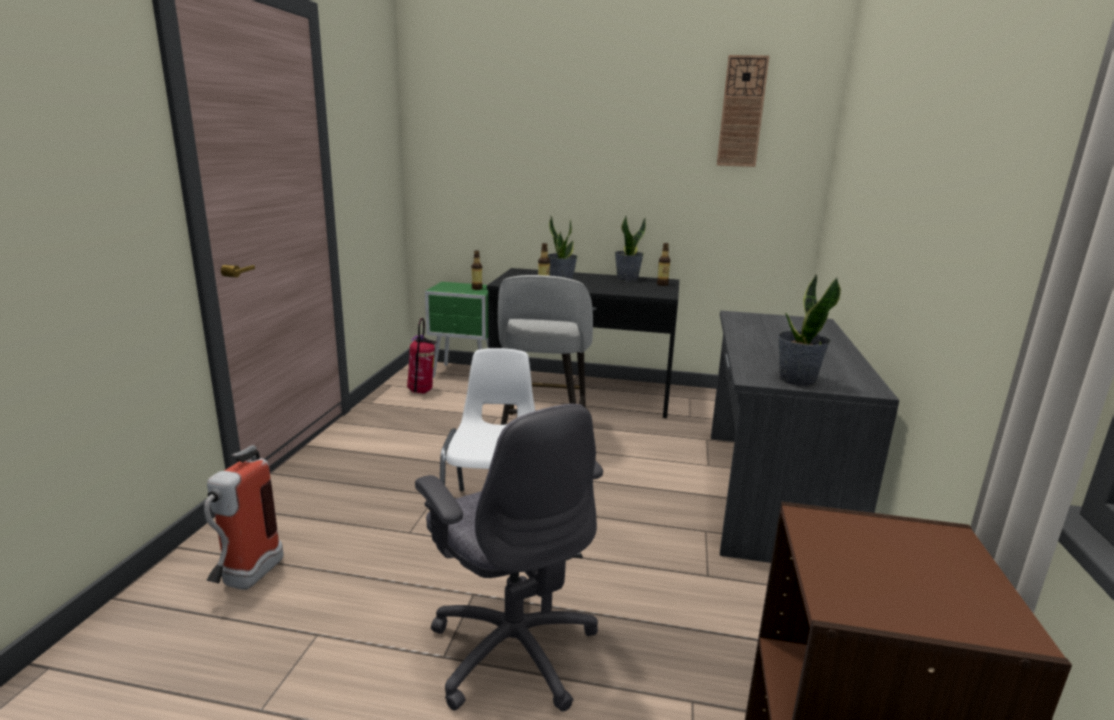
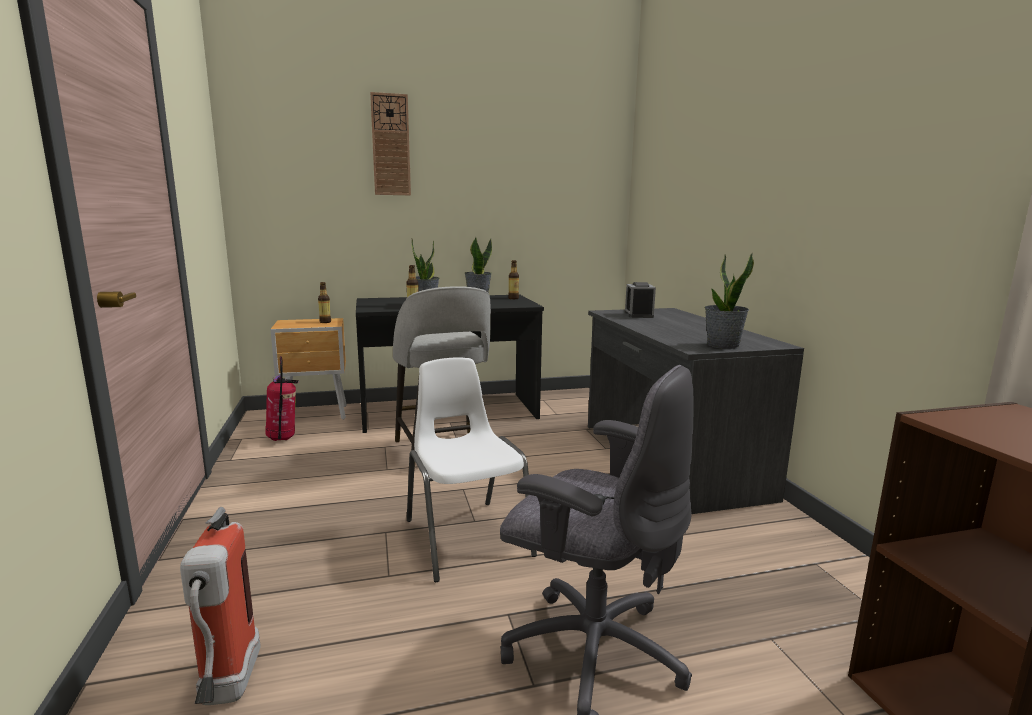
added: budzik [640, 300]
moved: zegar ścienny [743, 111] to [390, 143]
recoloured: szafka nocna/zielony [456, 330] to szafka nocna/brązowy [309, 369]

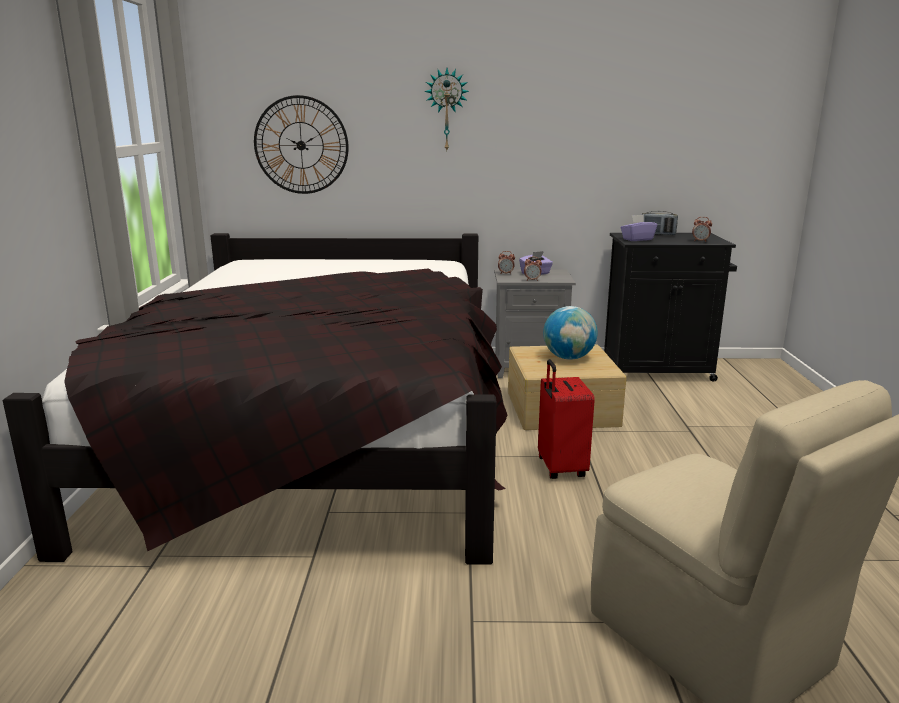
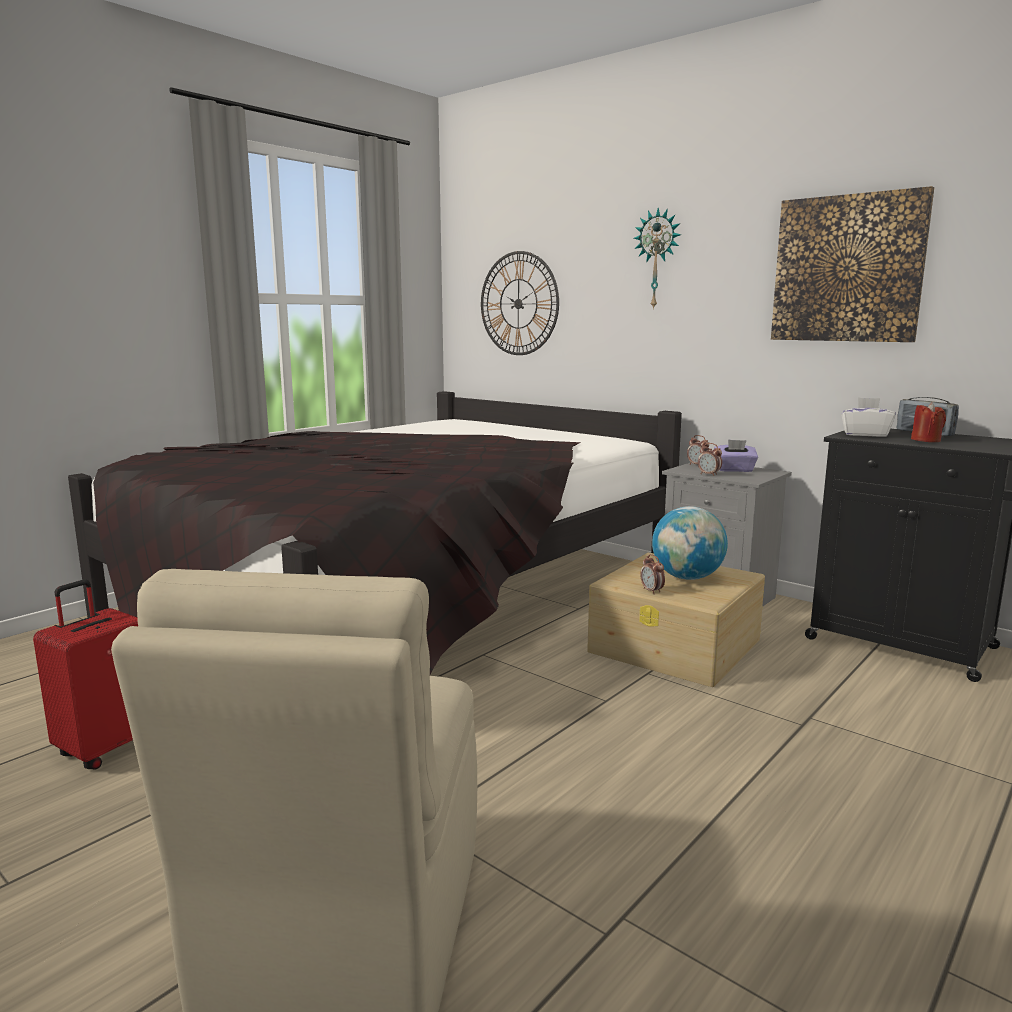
added: obraz [852, 264]; świeca/czerwony [928, 422]
moved: walizka/czerwony [566, 419] to [85, 674]; budzik [702, 229] to [652, 574]
recoloured: pudełko chusteczek/fioletowy [639, 227] to pudełko chusteczek/biały [868, 417]

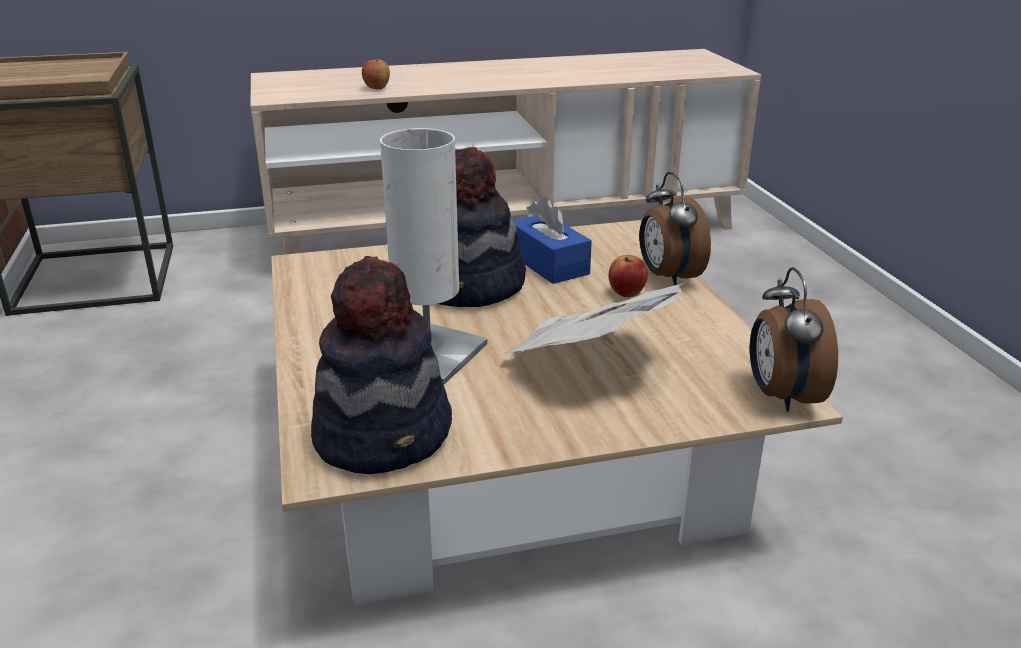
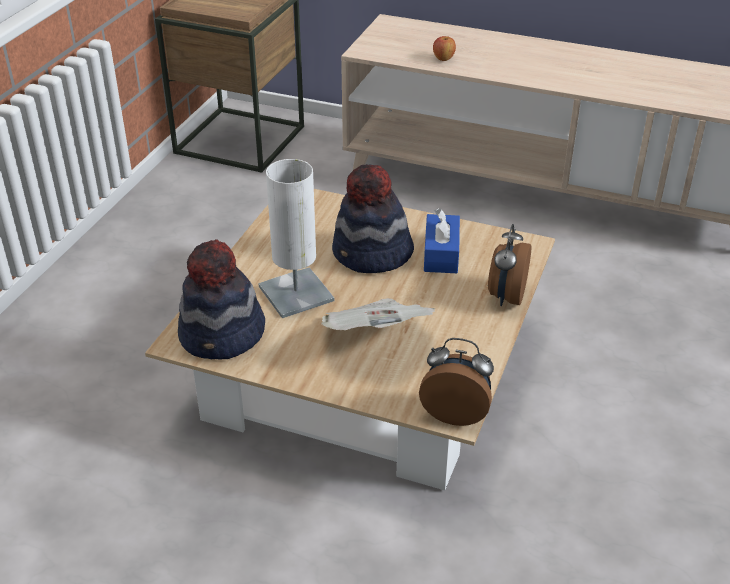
removed: jabłko [628, 276]
turned: budzik [794, 339] = [456, 382] 75 degrees clockwise

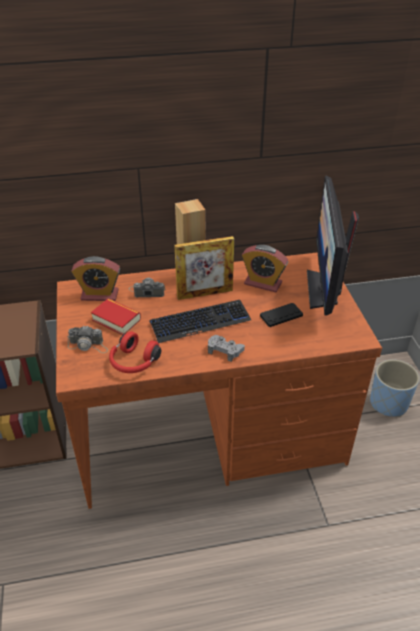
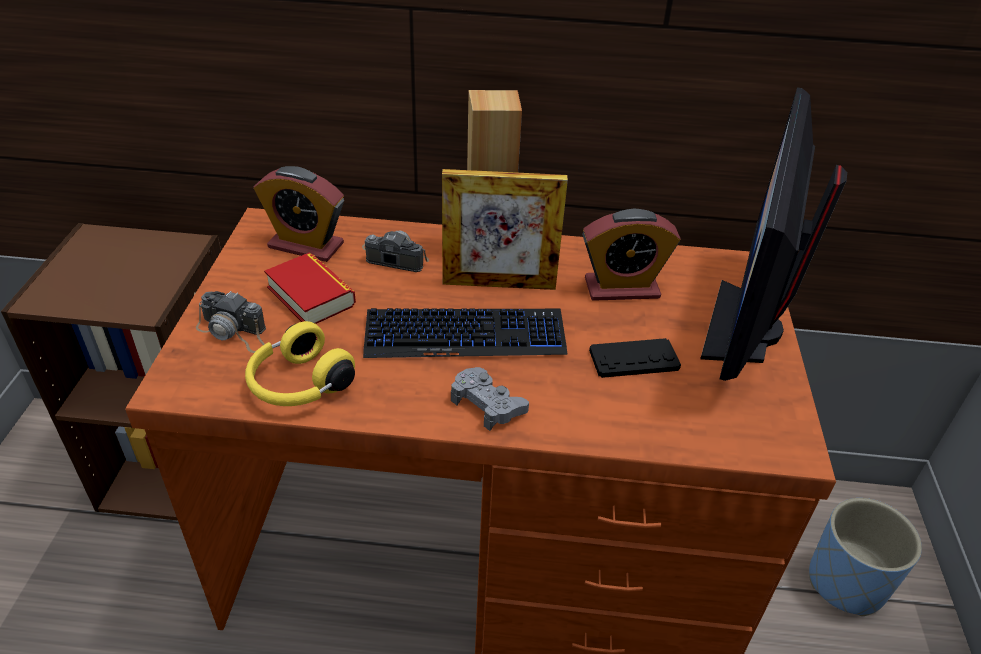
recoloured: słuchawki/czerwony [135, 352] to słuchawki/żółty [300, 363]
turned: budzik [265, 268] = [631, 255] 45 degrees counterclockwise

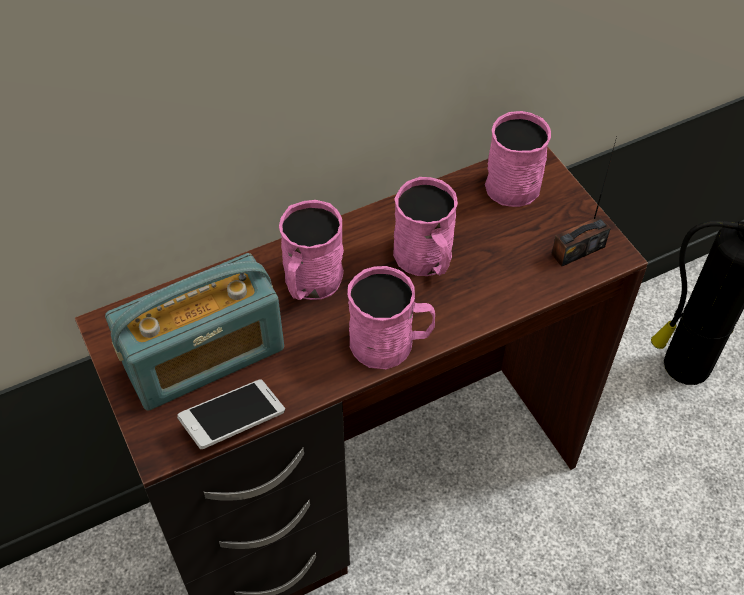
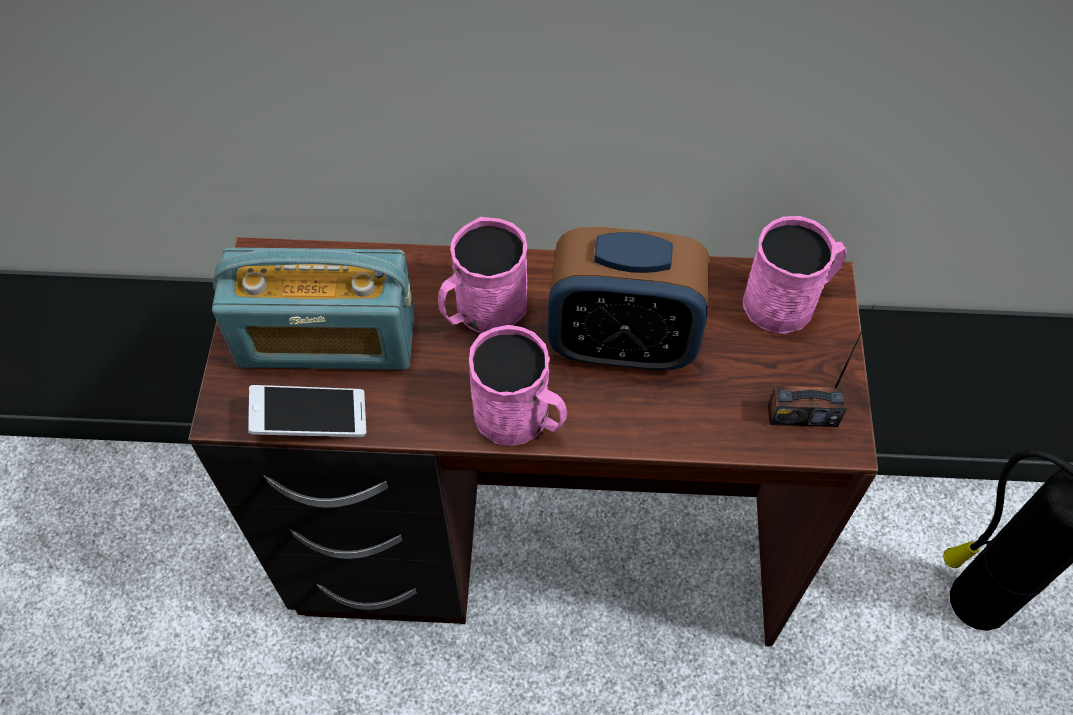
replaced: kubek/różowy [425, 226] to budzik [629, 299]

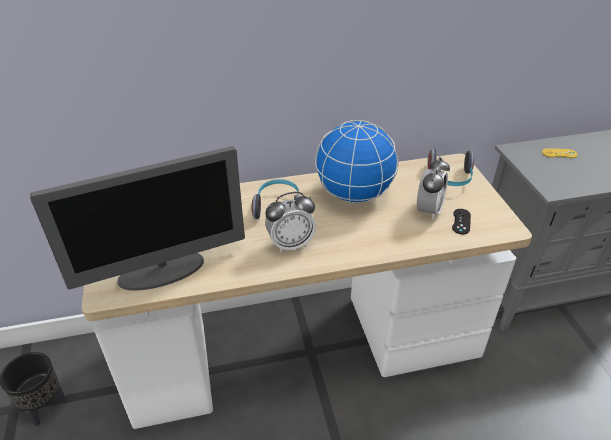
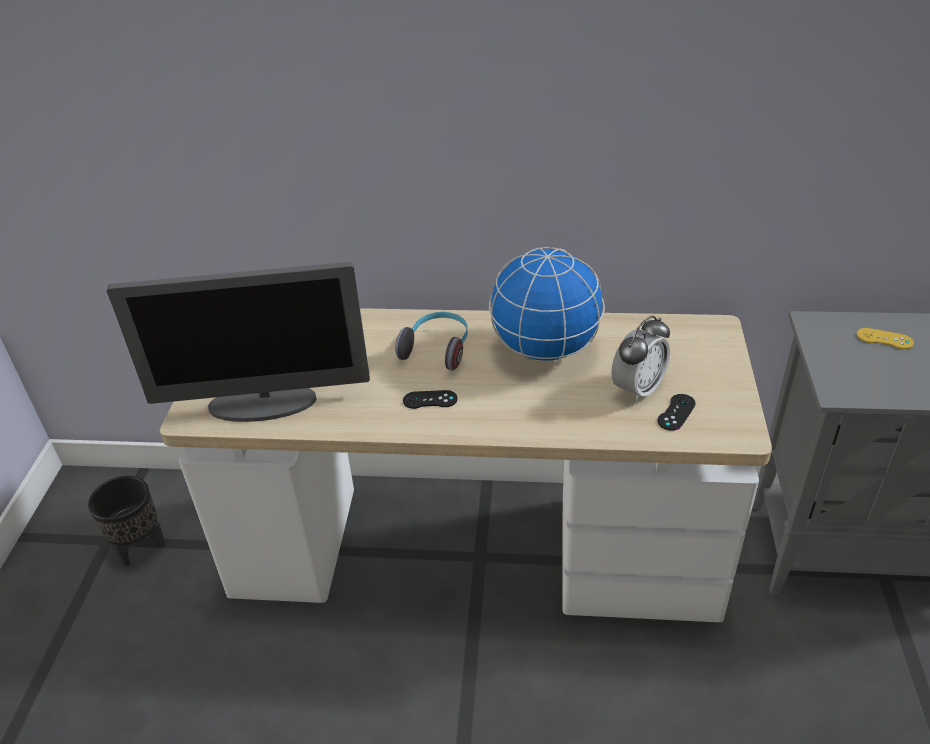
removed: słuchawki [450, 167]
replaced: budzik [290, 222] to pad do gier/czarny [430, 399]

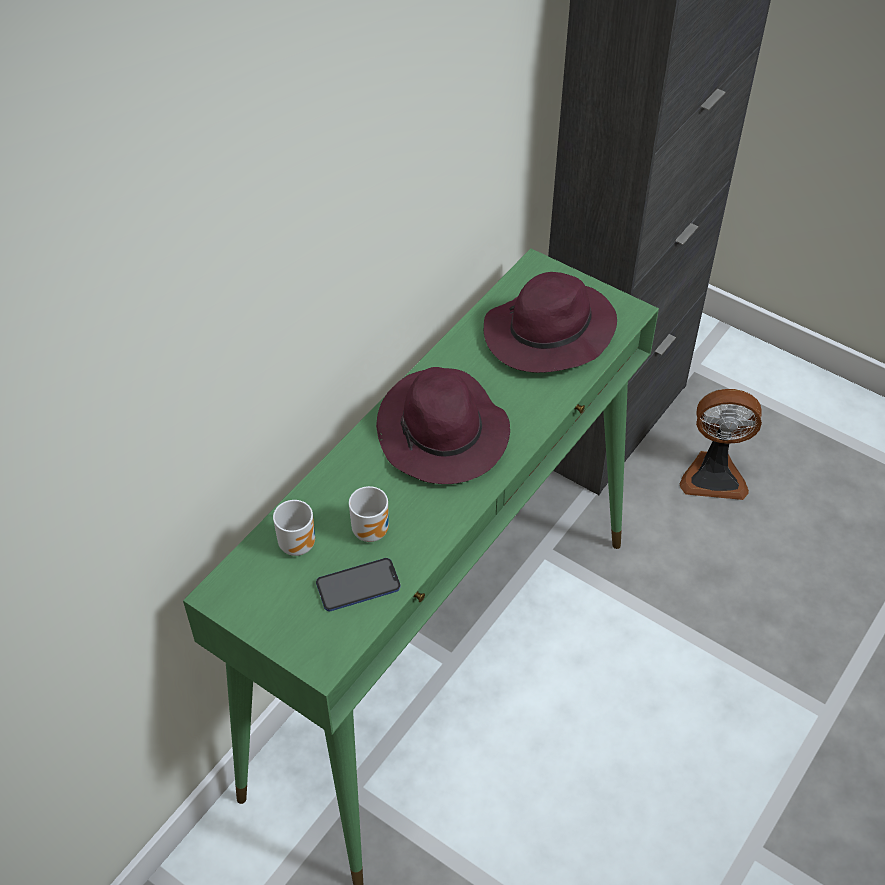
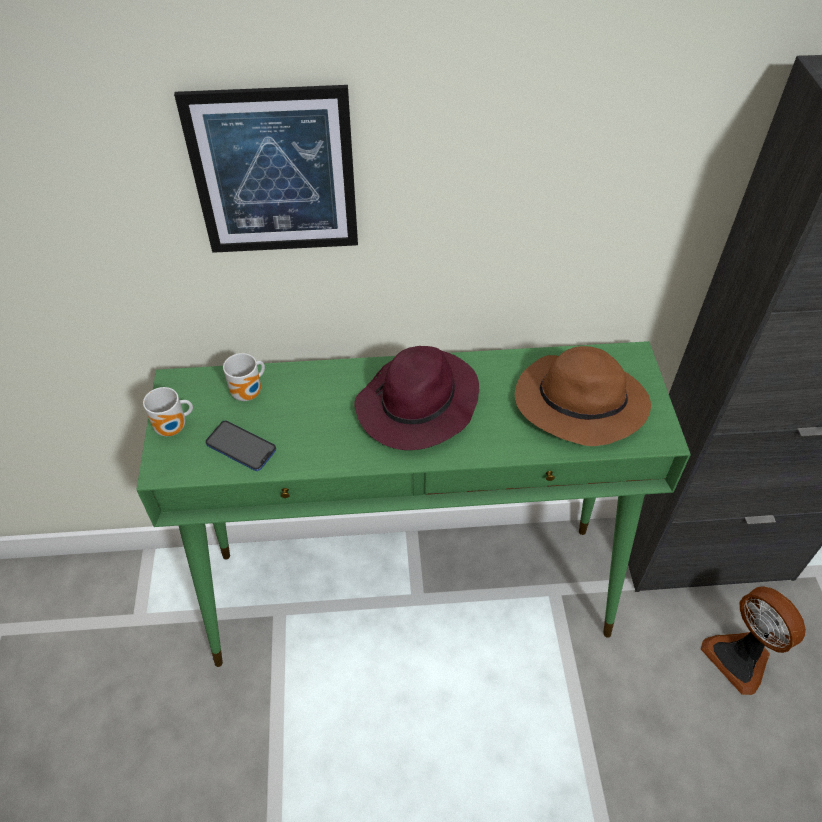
added: obraz [266, 169]
moved: kubek [369, 514] to [168, 411]
recoloured: kapelusz/fioletowy [550, 322] to kapelusz/brązowy [583, 396]

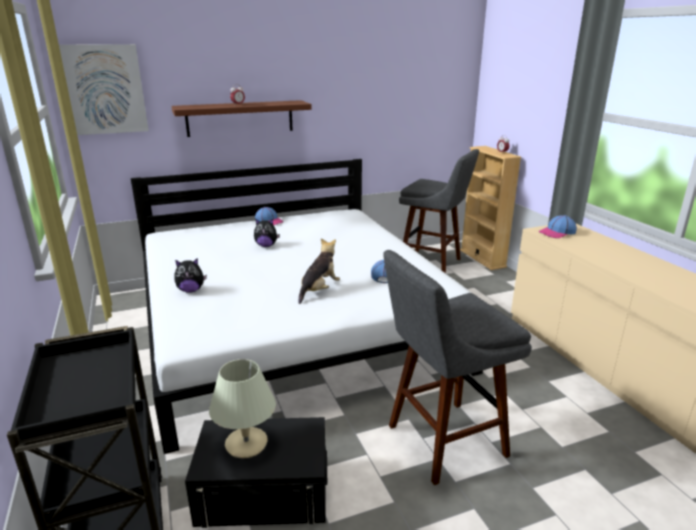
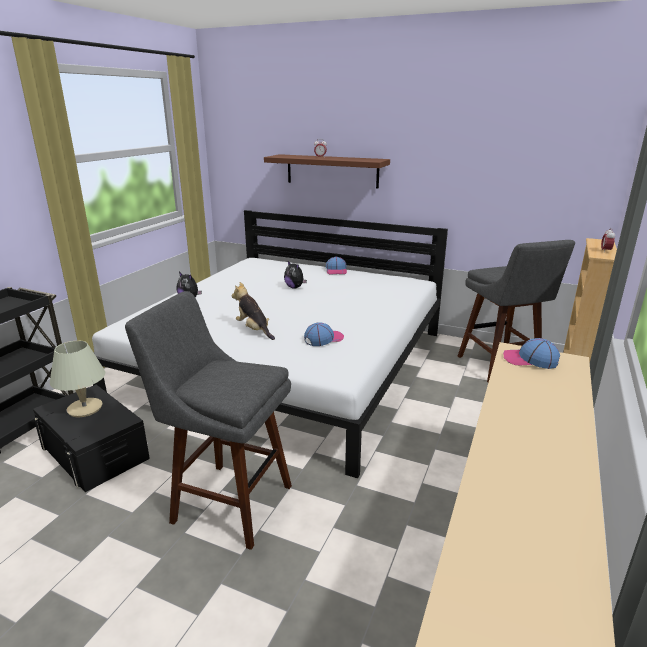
removed: obraz [104, 89]
turned: pluszak [319, 271] = [253, 311] 120 degrees counterclockwise

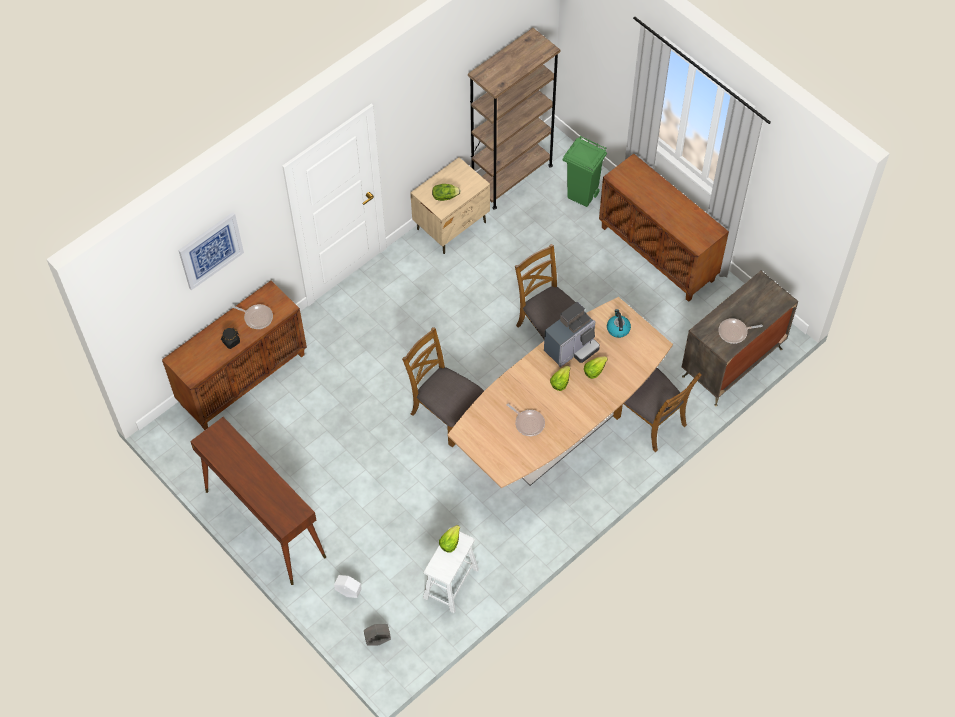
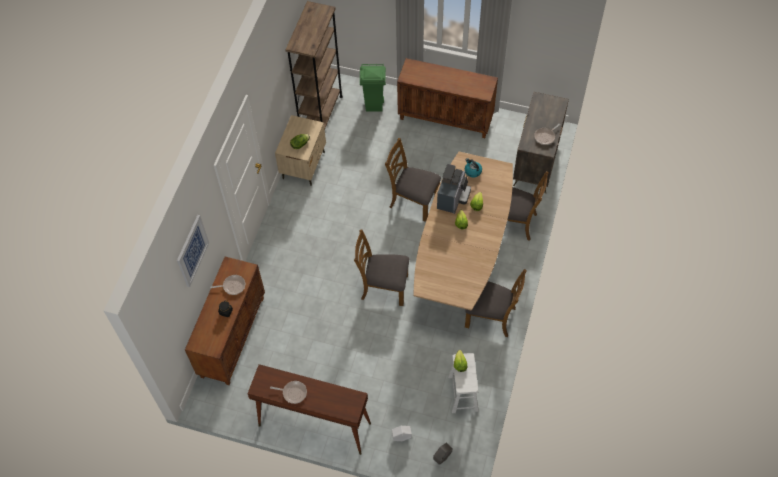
added: krzesło/brązowy [496, 303]
moved: patelnia [526, 420] to [288, 392]

